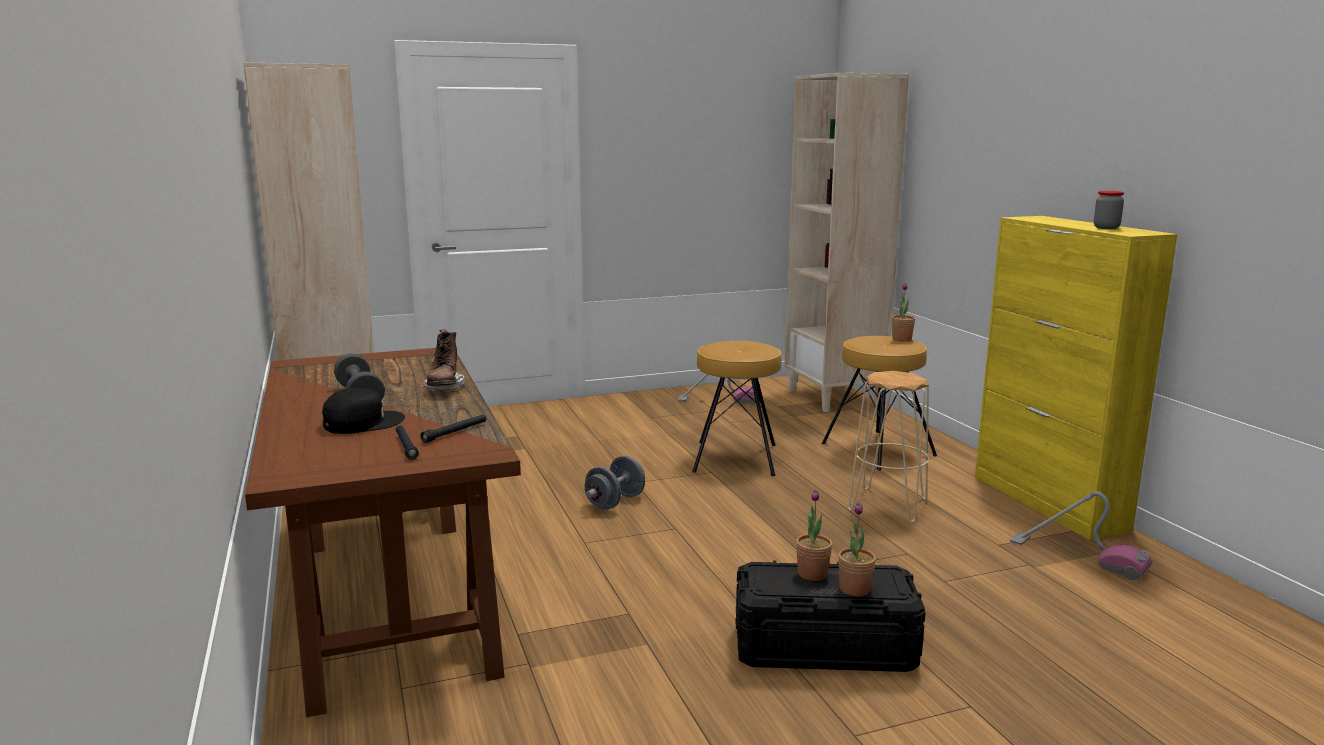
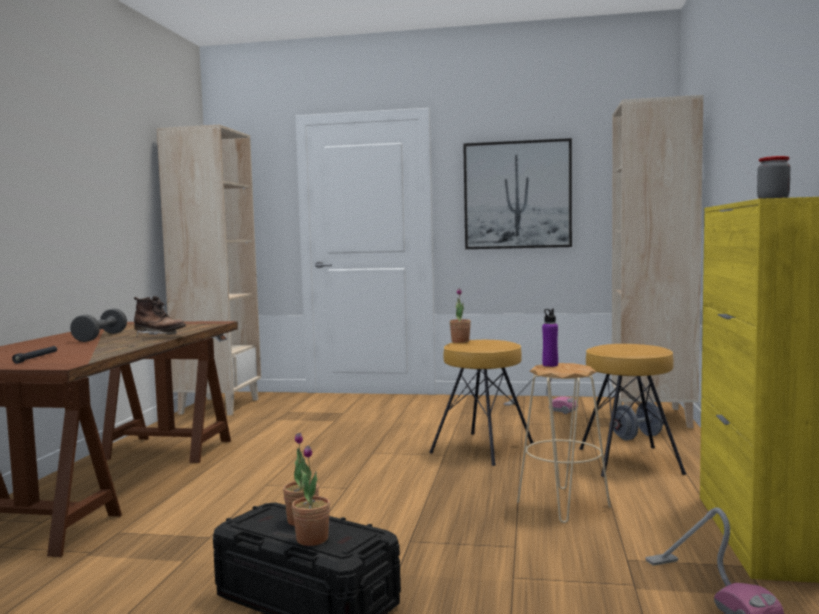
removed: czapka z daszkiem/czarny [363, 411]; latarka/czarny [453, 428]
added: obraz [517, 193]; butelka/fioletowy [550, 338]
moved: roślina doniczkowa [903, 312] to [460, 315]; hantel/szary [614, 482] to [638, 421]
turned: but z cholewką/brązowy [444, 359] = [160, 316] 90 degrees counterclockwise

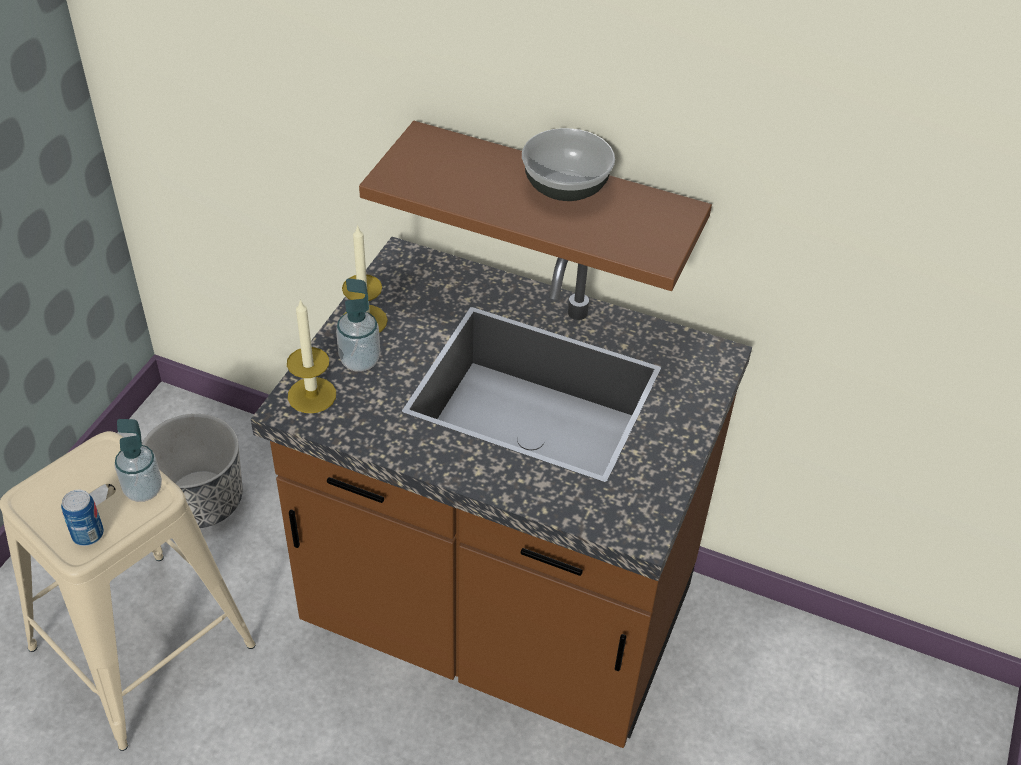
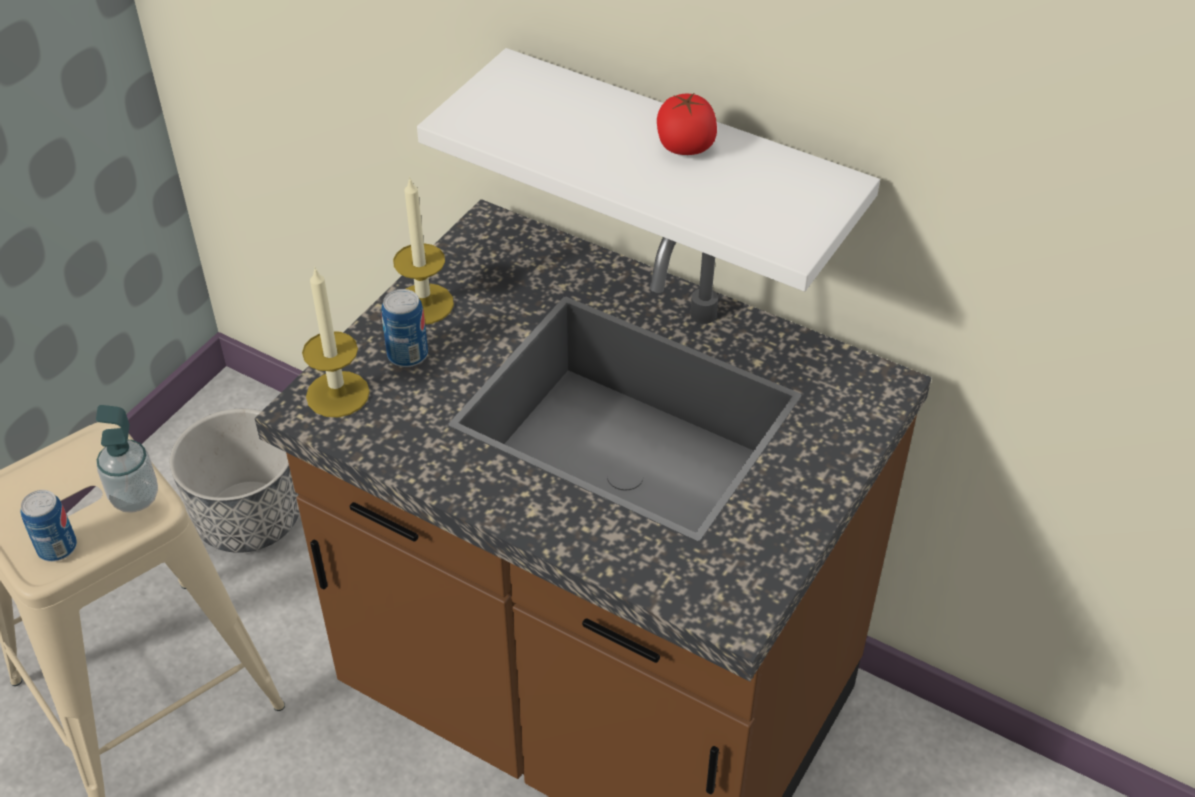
replaced: dozownik mydła [358, 325] to puszka [404, 328]; miska [568, 164] to pomidor [687, 123]
recoloured: półka/brązowy [535, 206] to półka/biały [648, 169]

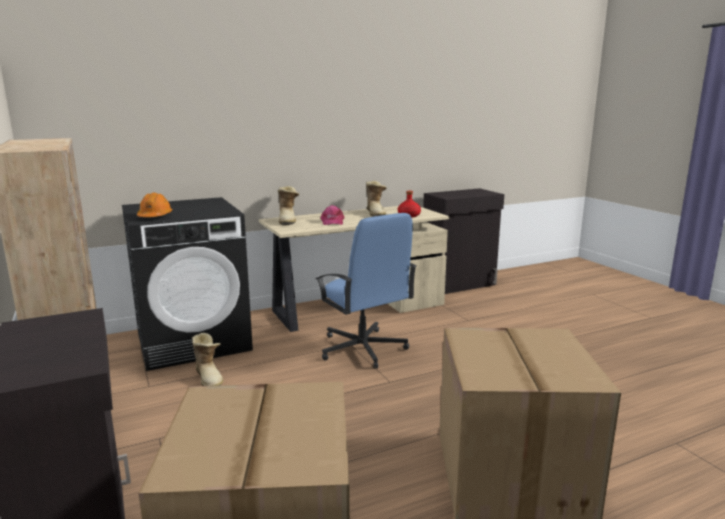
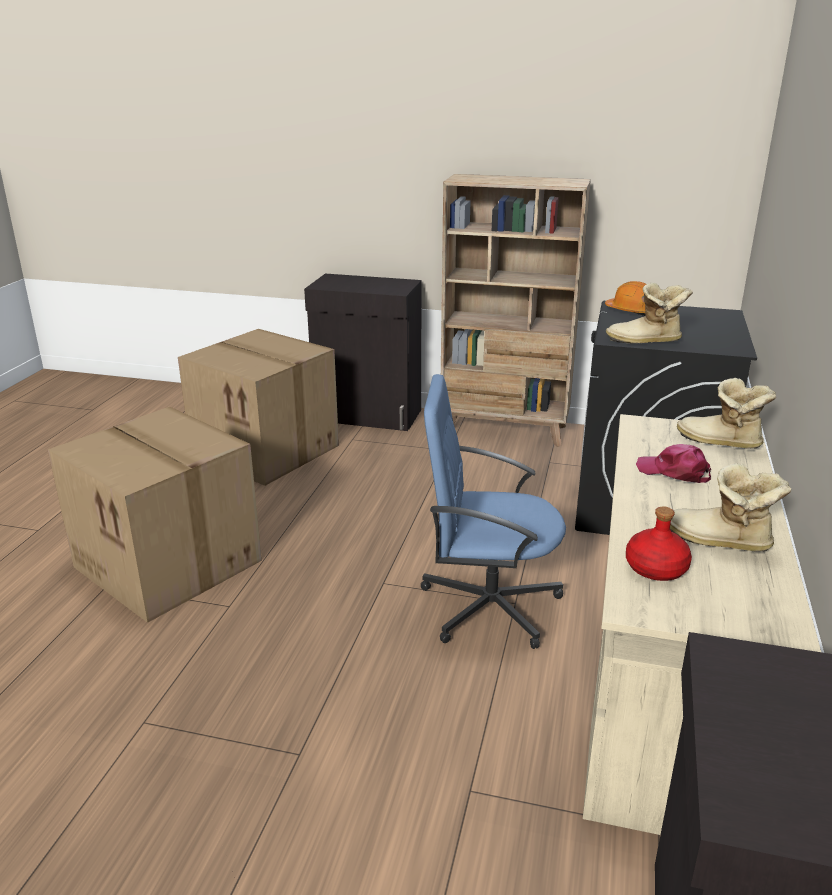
moved: but z cholewką [207, 359] to [649, 313]

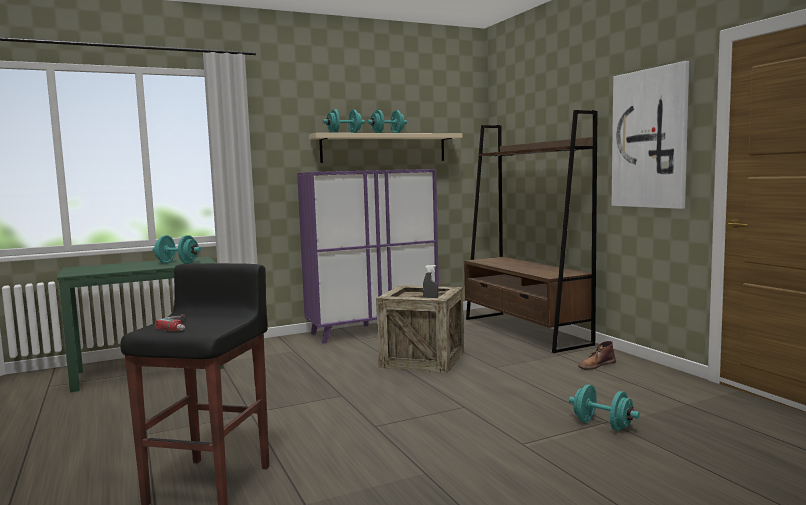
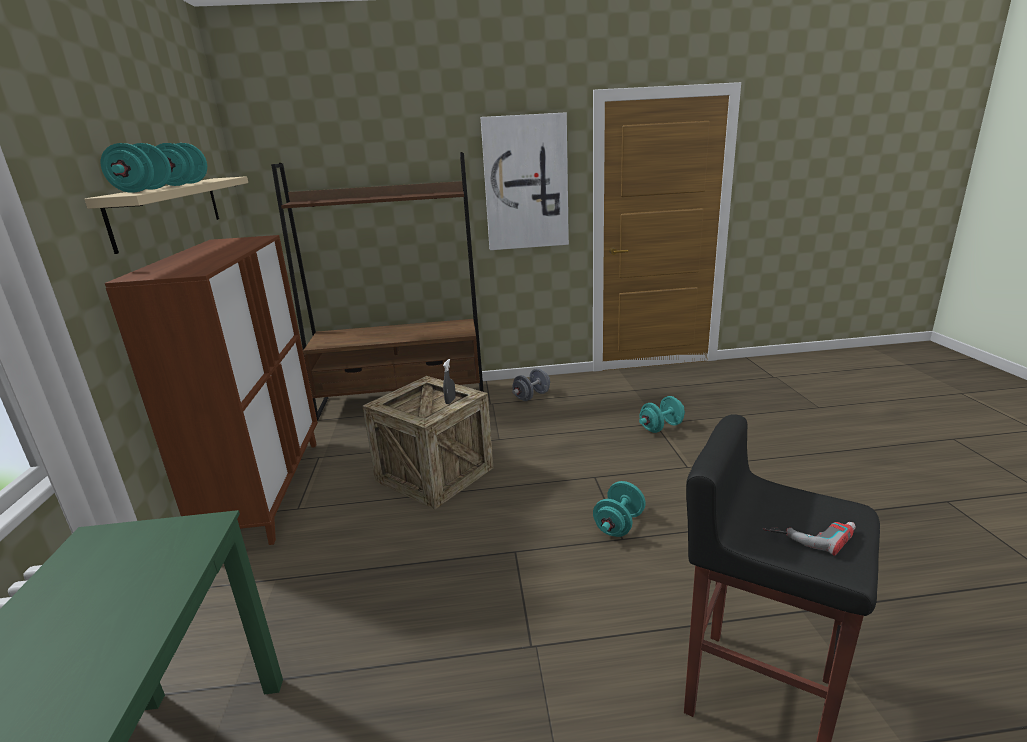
moved: hantel/turkusowy [177, 249] to [619, 509]
replaced: but z cholewką/brązowy [597, 355] to hantel/szary [531, 384]
recoloured: szafka/fioletowy [368, 256] to szafka/brązowy [211, 390]

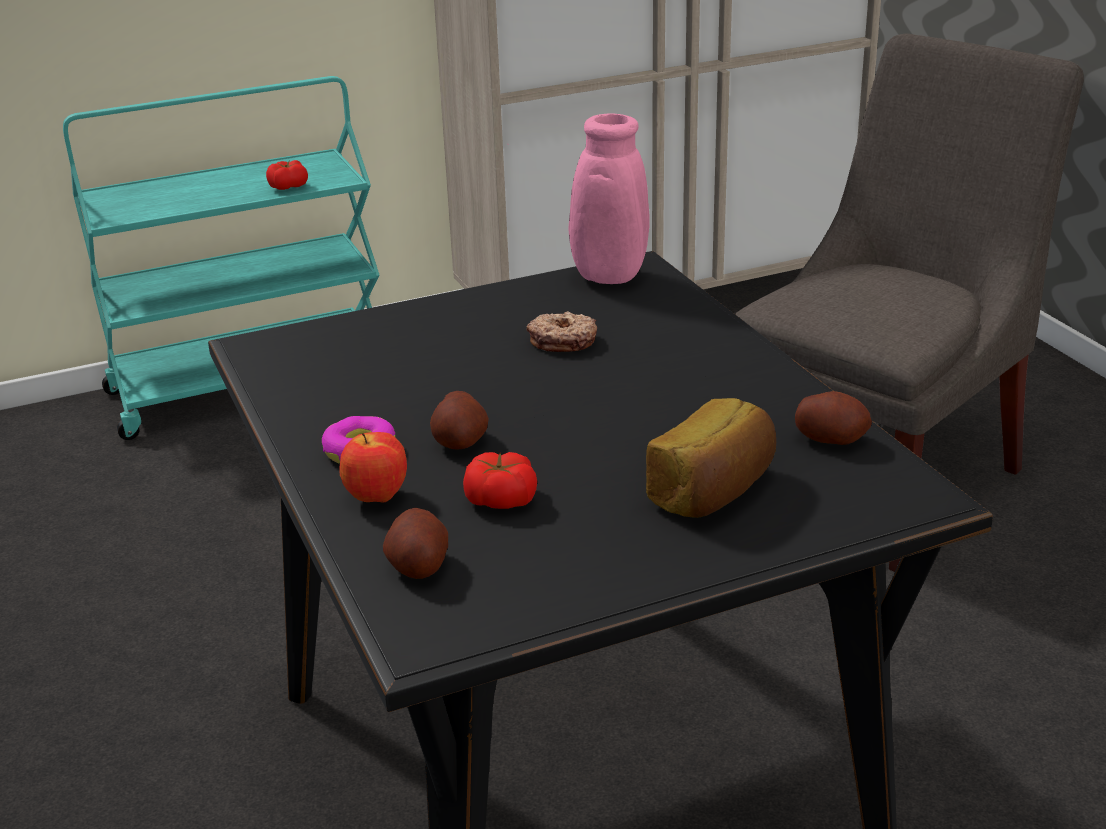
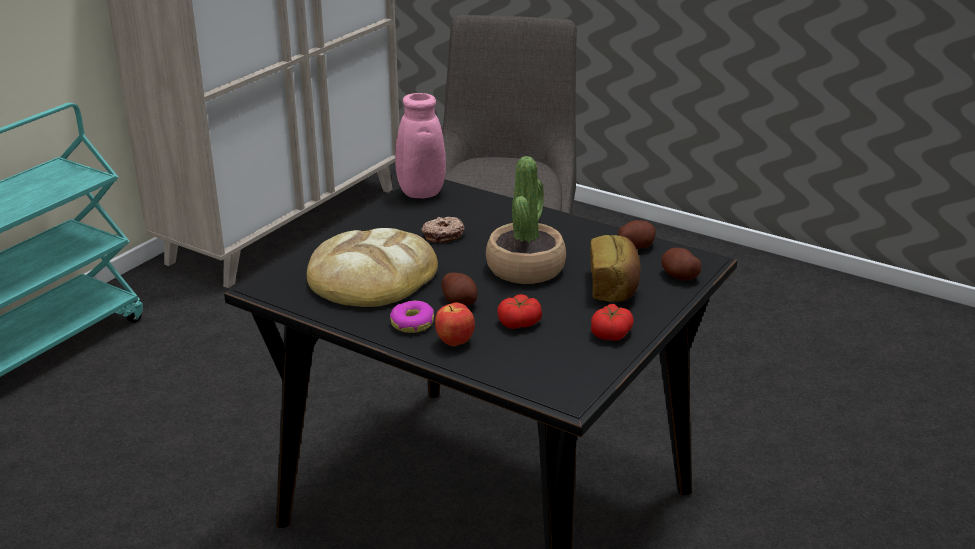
added: chleb [372, 267]; roślina doniczkowa [526, 220]
moved: pomidor [287, 175] to [612, 322]; ziemniak [415, 543] to [681, 264]

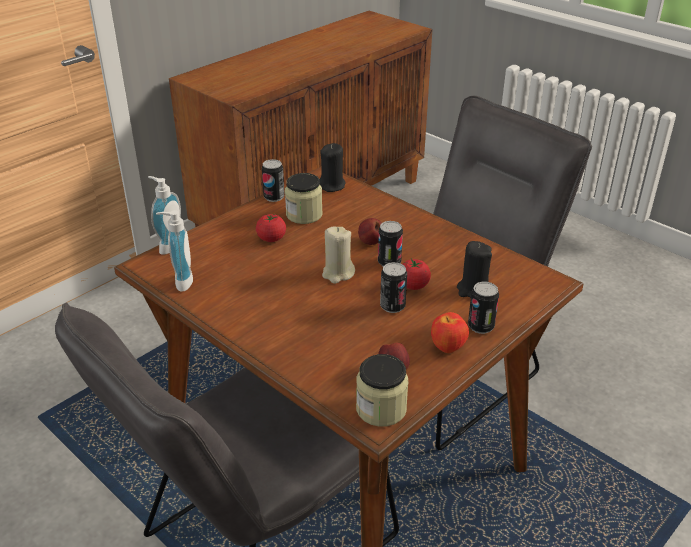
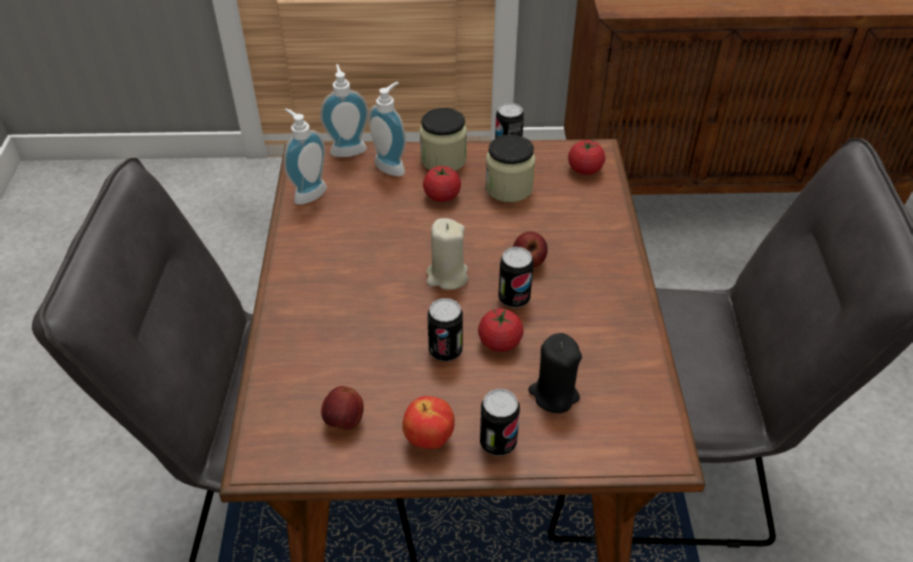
added: dozownik mydła [387, 129]
moved: słoik [382, 390] to [443, 139]
replaced: świeca/czarny [333, 167] to pomidor [586, 157]

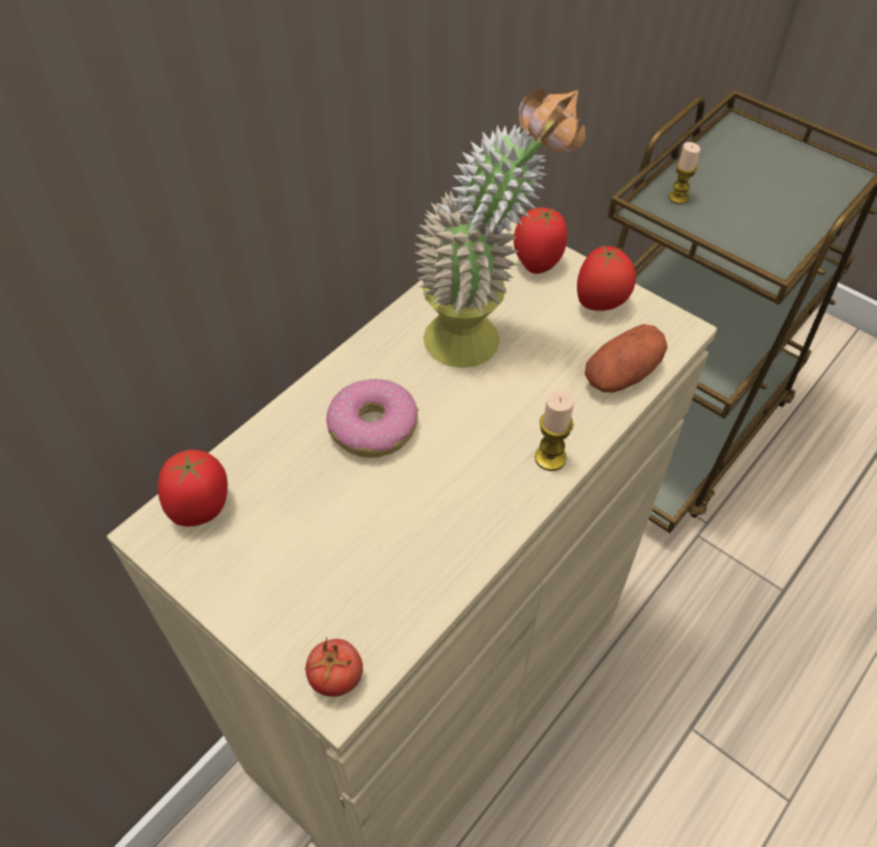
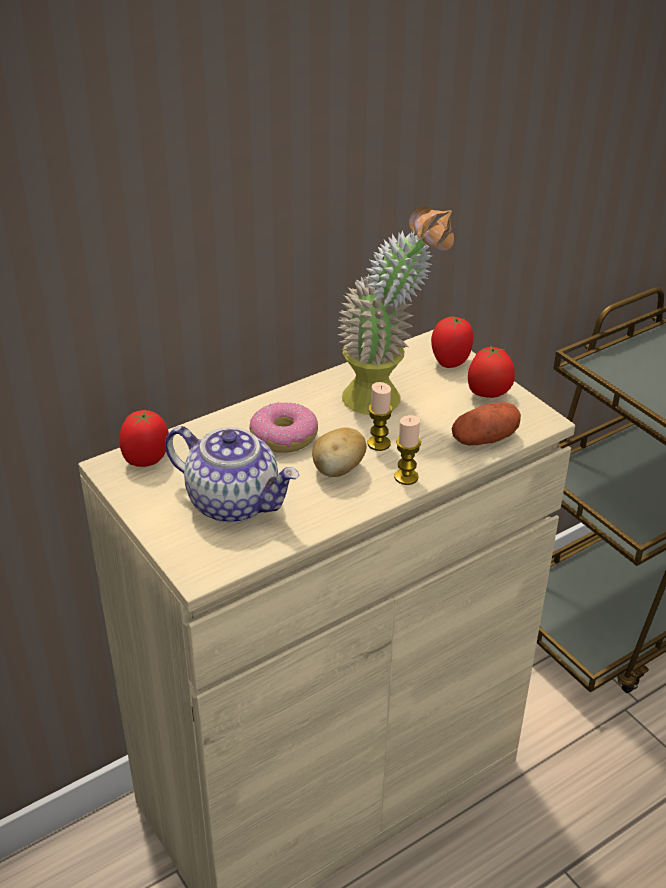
removed: pomidor [334, 667]
added: imbryk [232, 474]; ziemniak [339, 452]
moved: świeca [684, 173] to [380, 416]

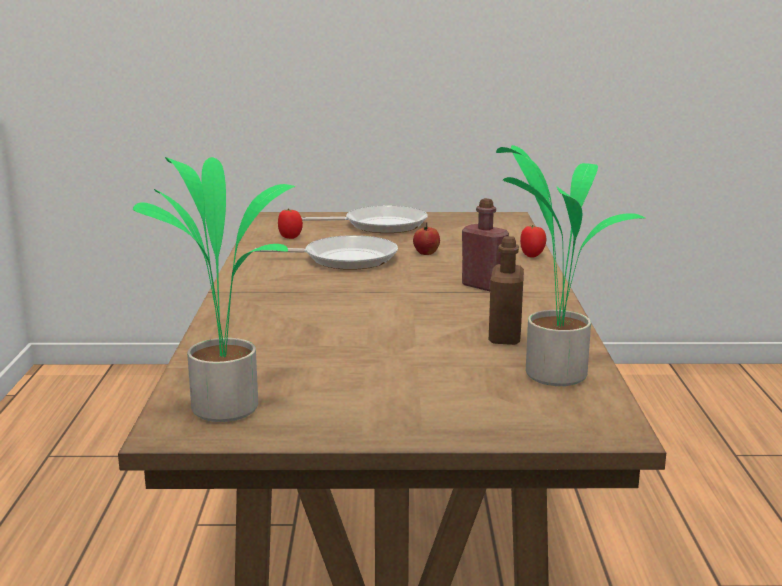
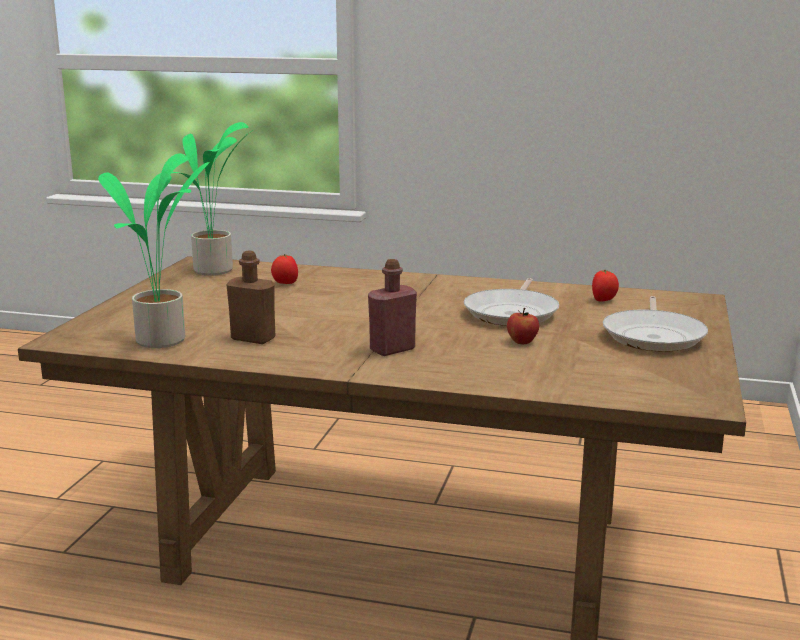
moved: pomidor [533, 241] to [284, 269]

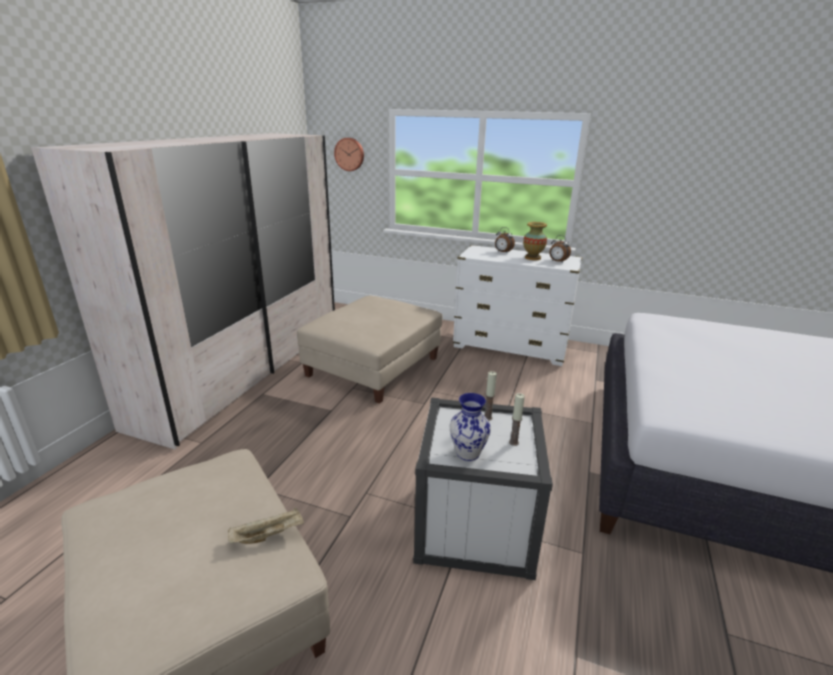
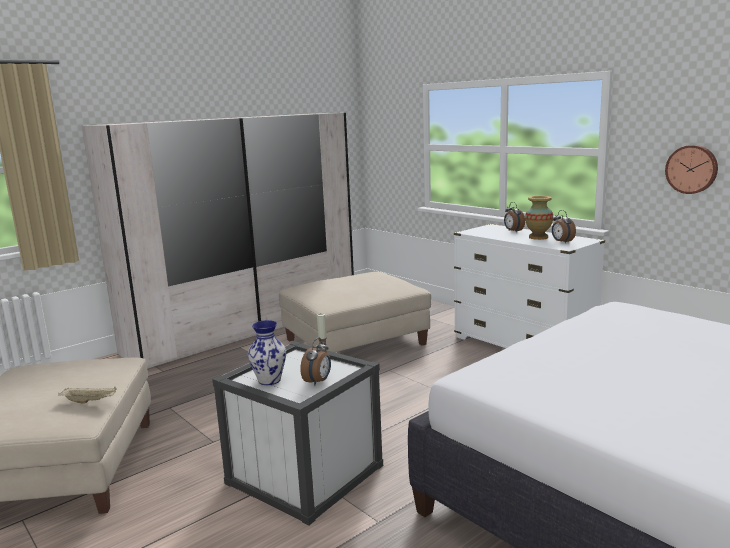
moved: zegar ścienny [349, 154] to [691, 169]
replaced: świeca [517, 419] to budzik [315, 361]

